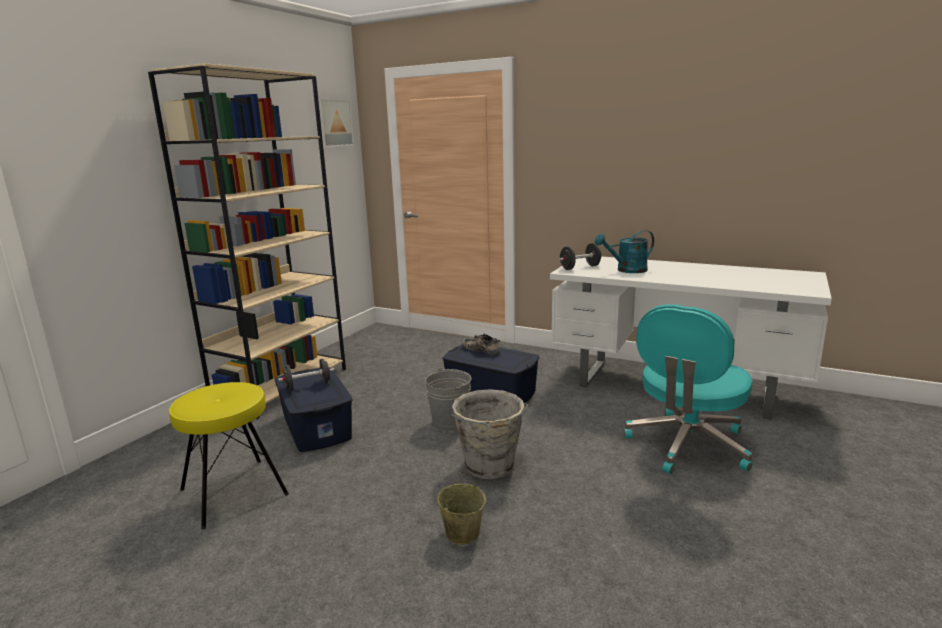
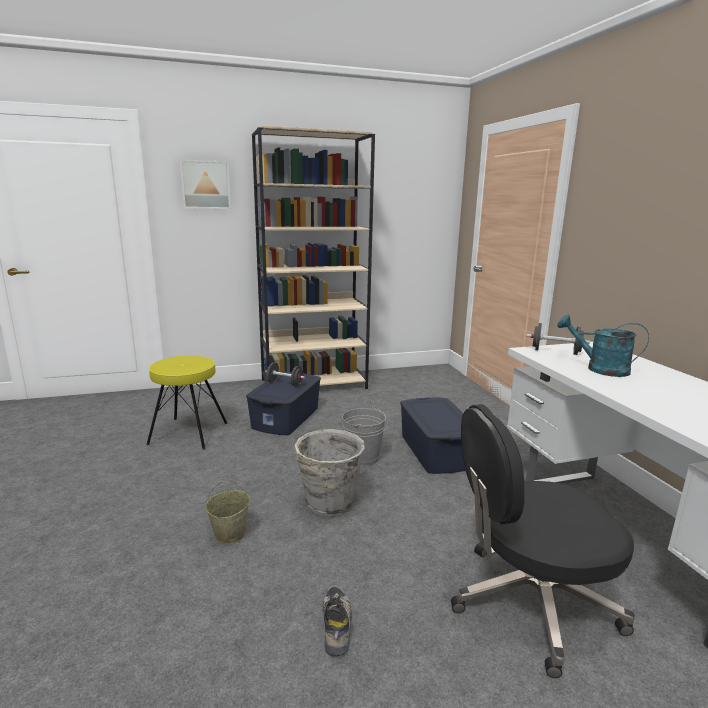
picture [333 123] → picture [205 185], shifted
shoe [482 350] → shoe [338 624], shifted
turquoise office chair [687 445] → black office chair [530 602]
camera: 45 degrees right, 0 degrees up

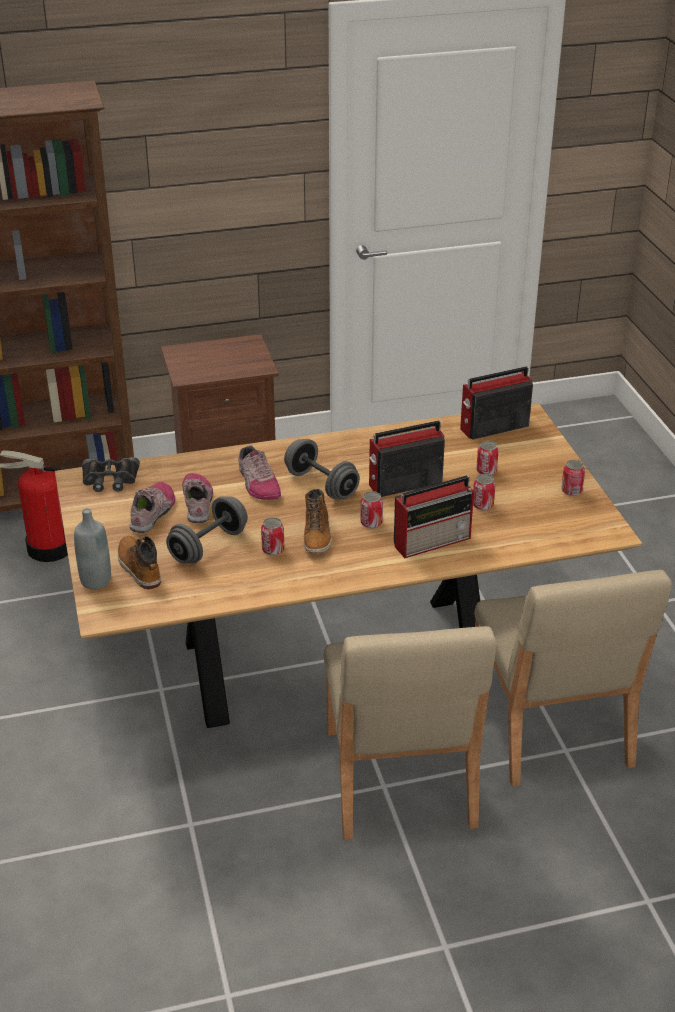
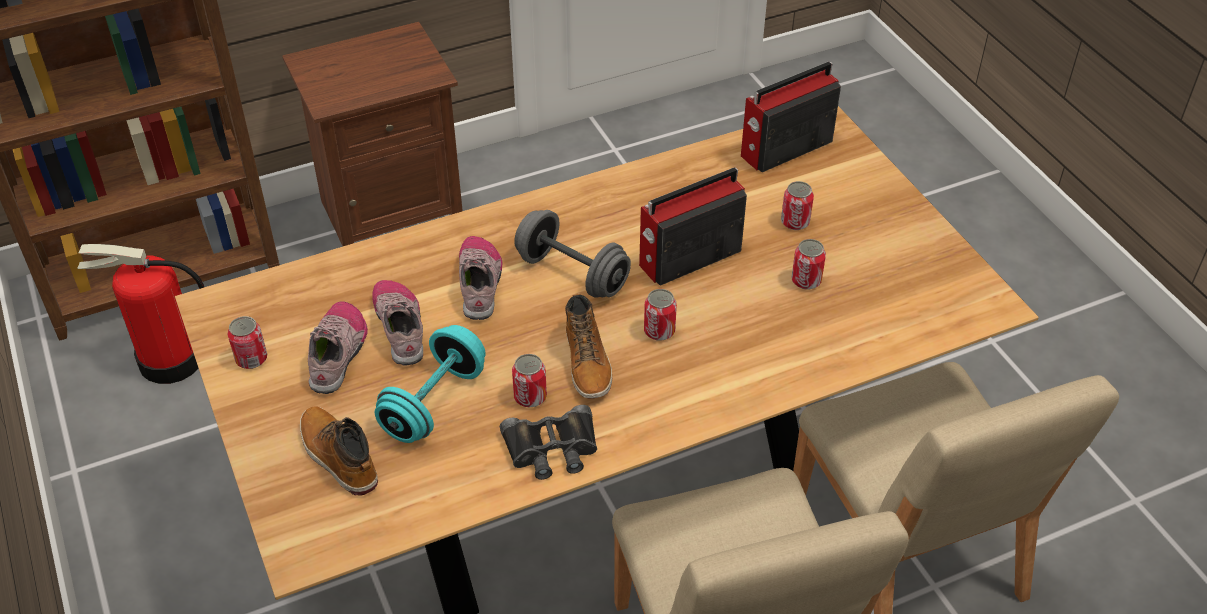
grey bottle [96 581] → -
black binoculars [110 479] → black binoculars [552 449], shifted
grey dumbbell [208 546] → turquoise dumbbell [434 403]
shoe [257 484] → shoe [480 283], 150 degrees counterclockwise
radio [433 541] → -
can [571 490] → can [251 359], shifted
camera: 10 degrees left, 10 degrees up

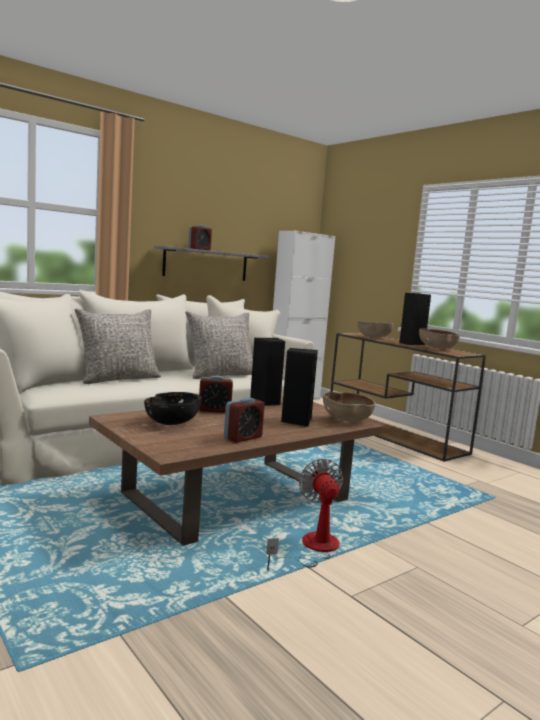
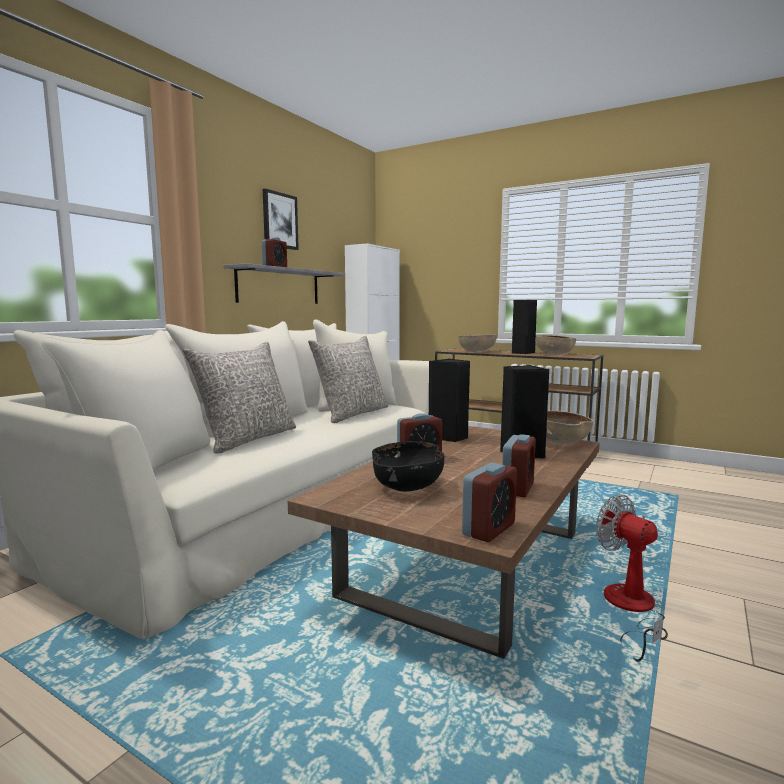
- → picture [279 220]
- → alarm clock [489 529]
camera: 20 degrees left, 0 degrees up

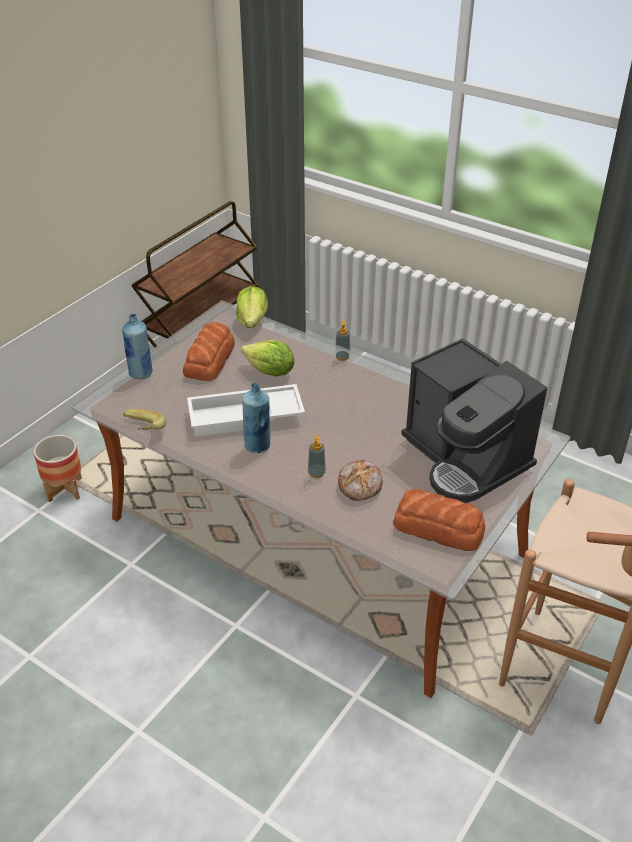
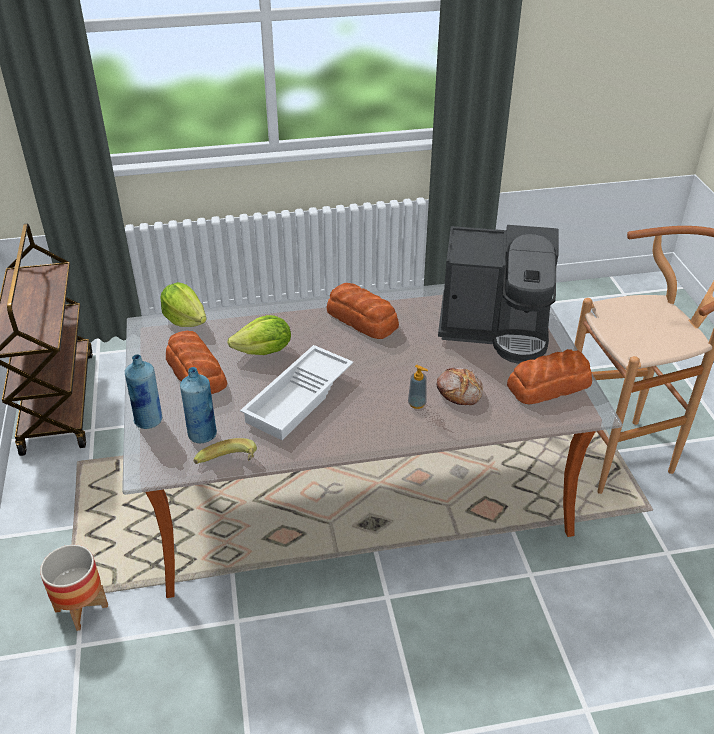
blue bottle [257 446] → blue bottle [202 434], shifted
soap dispenser [342 357] → -
- → bread [362 319]
camera: 45 degrees left, 0 degrees up

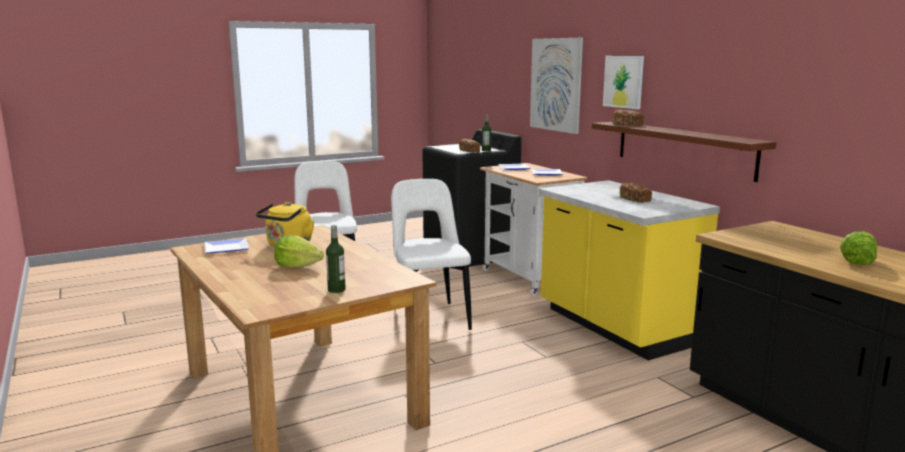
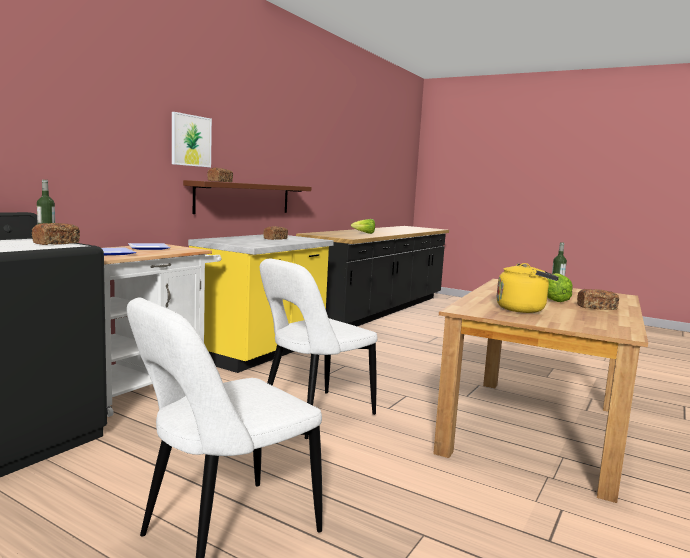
plate [225 248] → -
picture [555 84] → -
- → bread [596 307]
camera: 120 degrees left, 5 degrees down

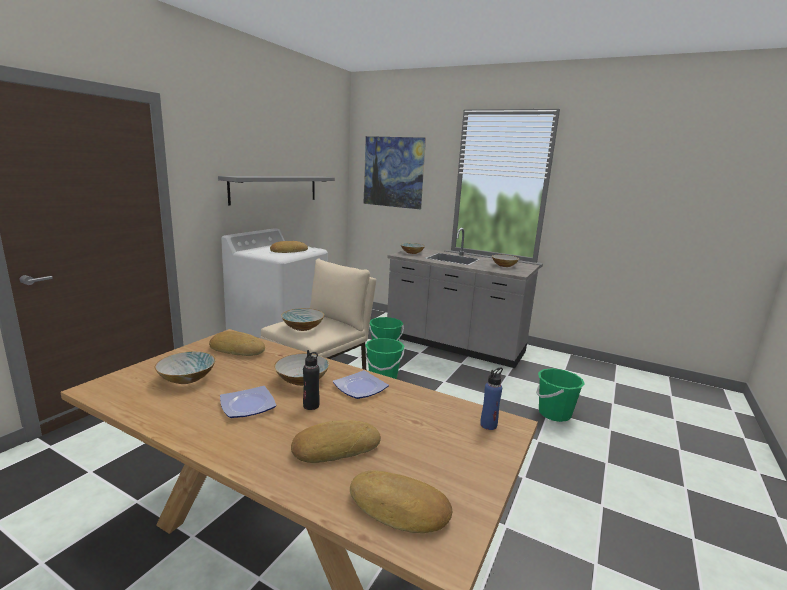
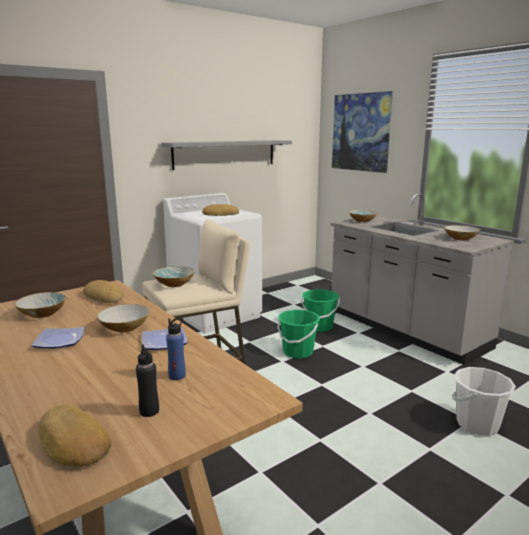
bread [335 447] → -
black bottle [311 405] → black bottle [149 411], shifted
blue bottle [488 425] → blue bottle [177 376], shifted
green bucket [554 413] → white bucket [477 424]
camera: 25 degrees right, 0 degrees up

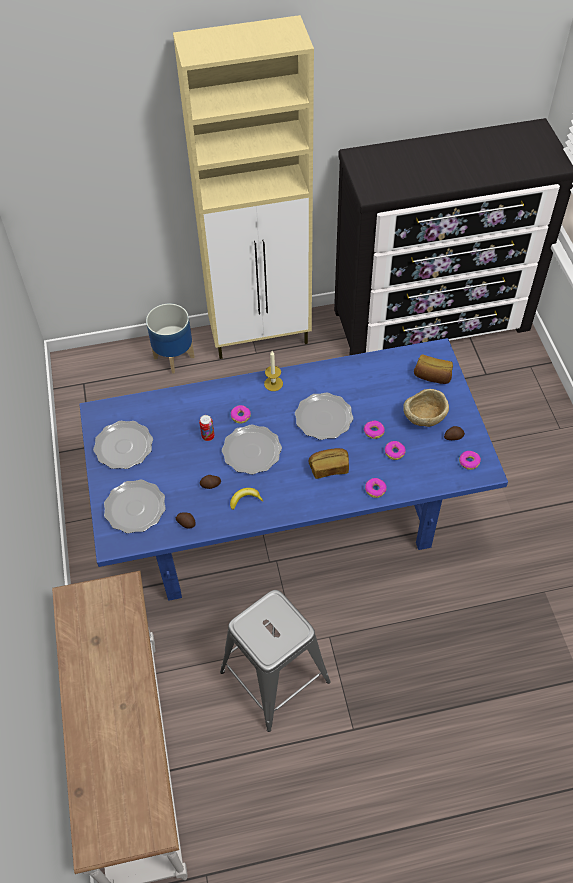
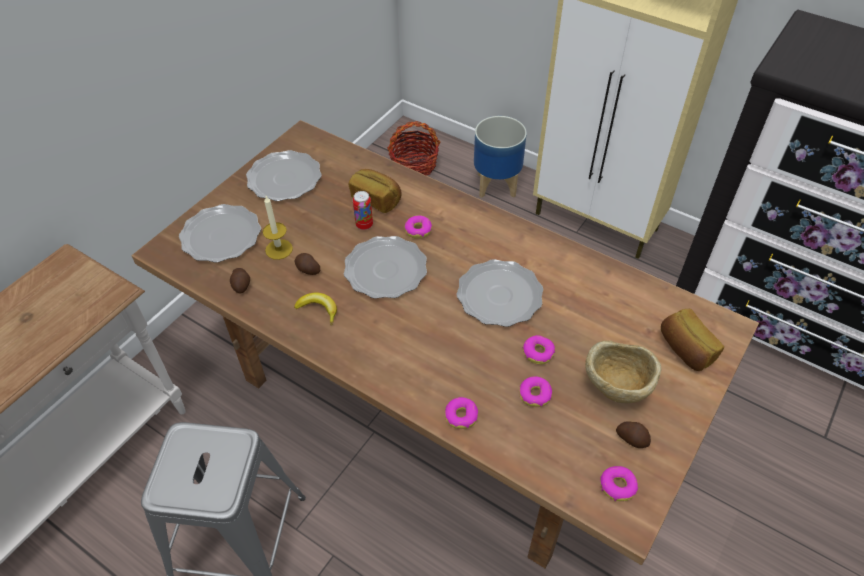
blue dining table [290 516] → brown dining table [435 402]
candle [273 383] → candle [279 249], shifted
bread [329 468] → bread [376 199], shifted
- → basket [414 165]
camera: 45 degrees right, 5 degrees down

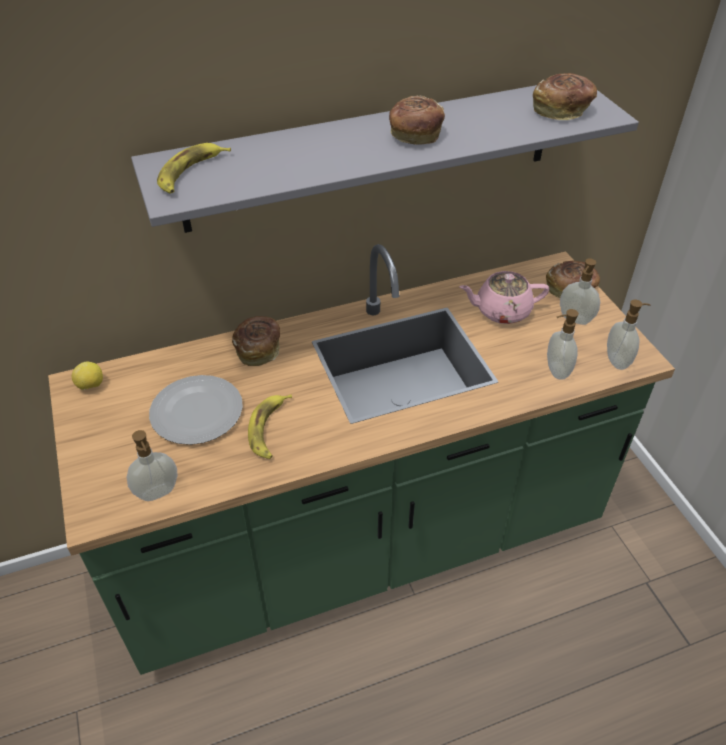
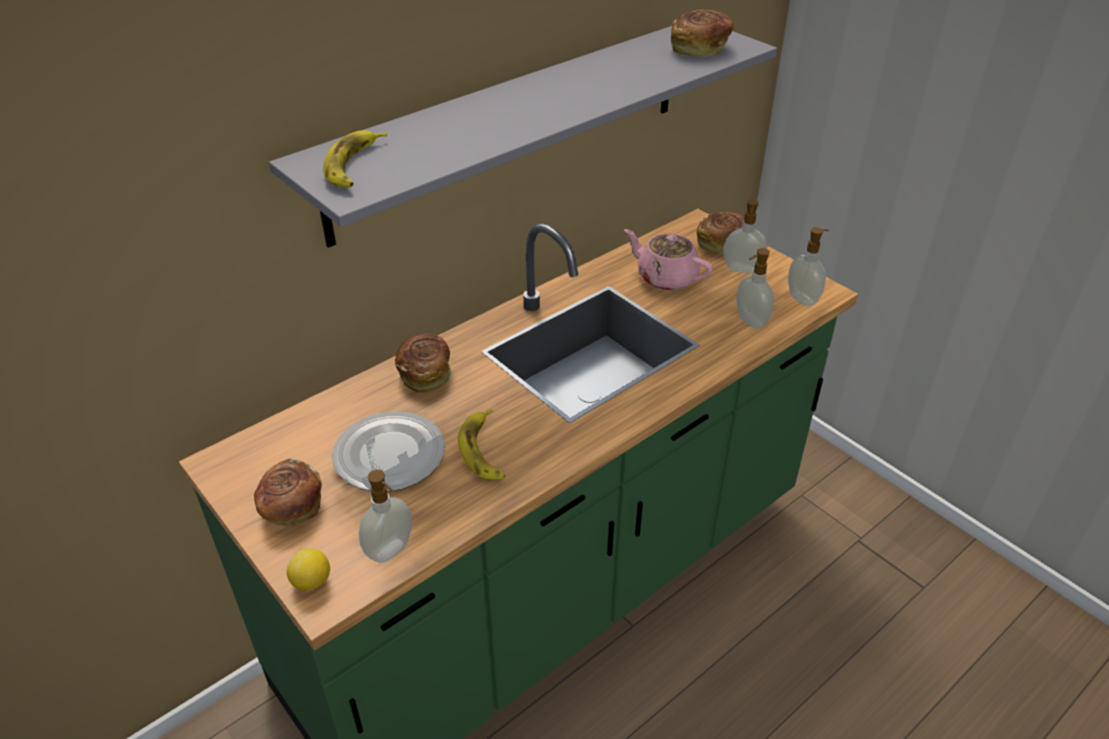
lemon [91 386] → lemon [312 582], shifted
bread [414 135] → bread [291 507], shifted
pink teapot [501 311] → pink teapot [666 277], 60 degrees clockwise
camera: 20 degrees left, 5 degrees down

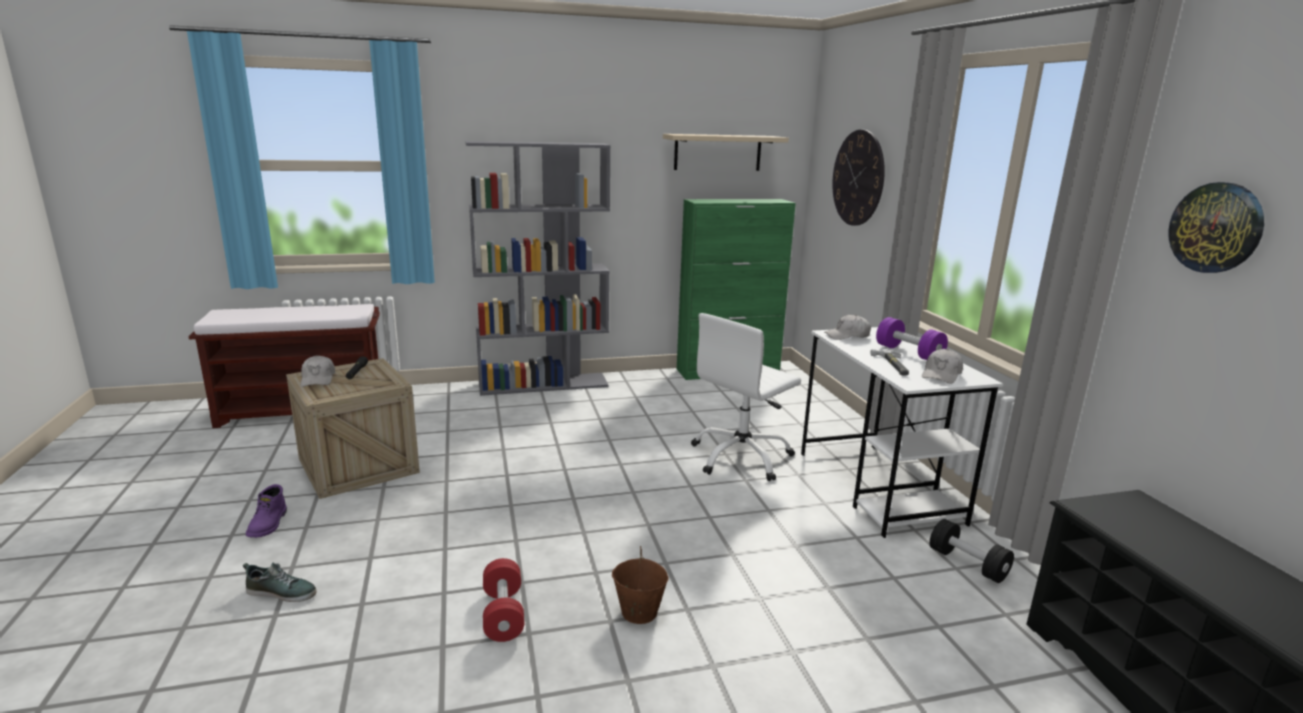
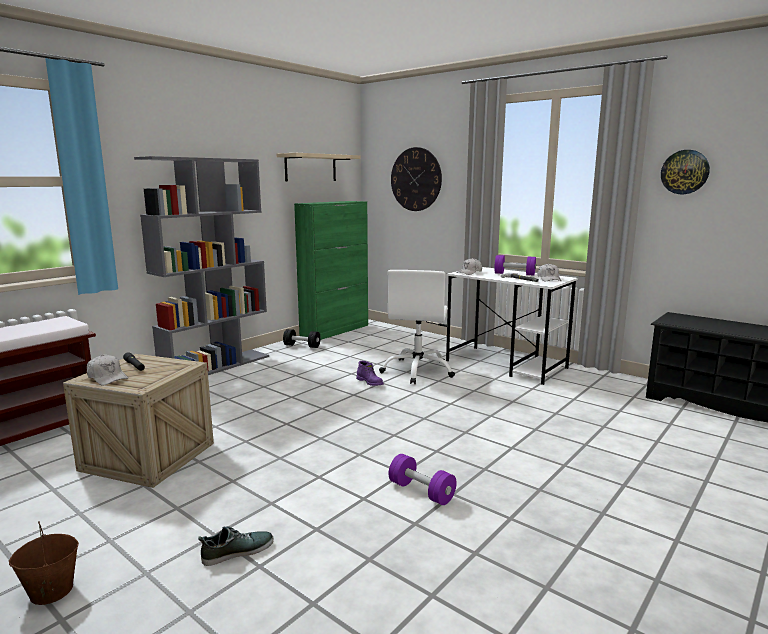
purple boot [269 524] → purple boot [370 382], shifted
red dumbbell [503 614] → purple dumbbell [421 492]
brown bucket [638 612] → brown bucket [51 591], shifted
black dumbbell [967 564] → black dumbbell [302 346], shifted
camera: 35 degrees left, 5 degrees down

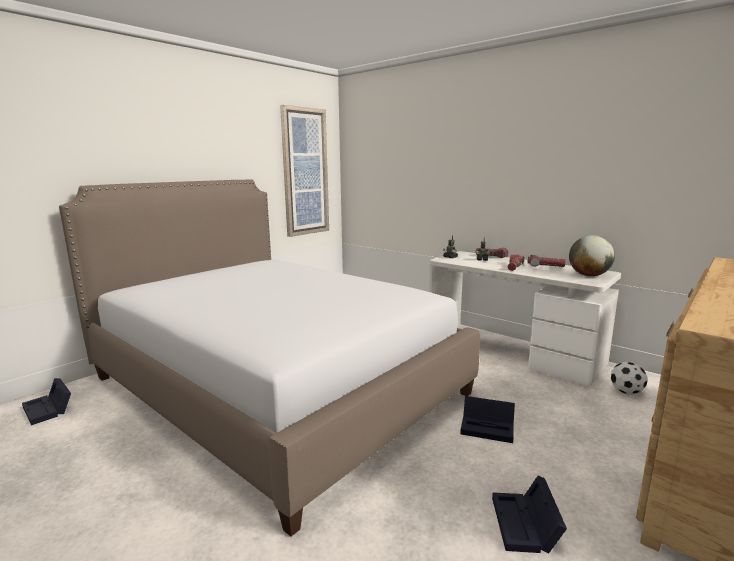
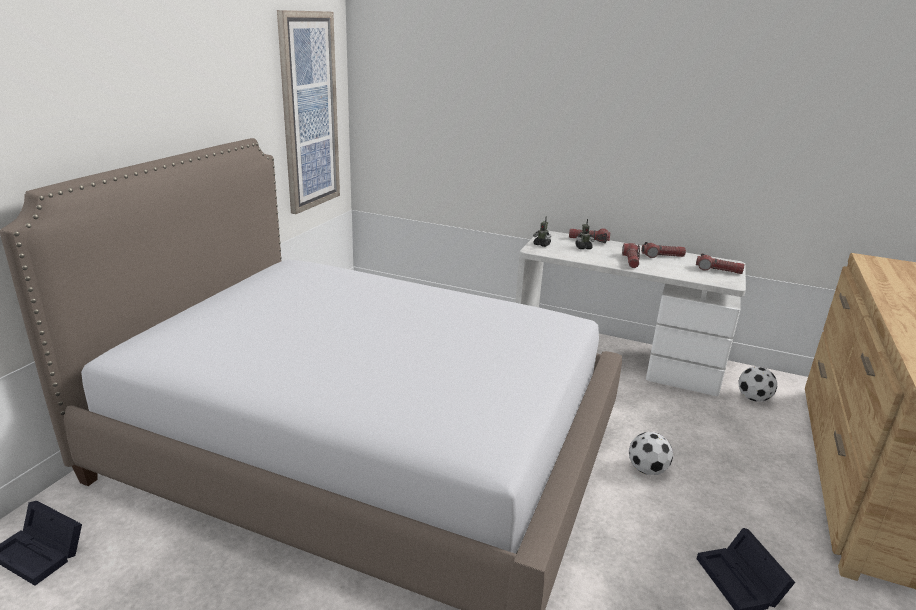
black storage box [489 427] → football [647 469]
globe [589 275] → flashlight [718 270]
camera: 20 degrees left, 10 degrees up

